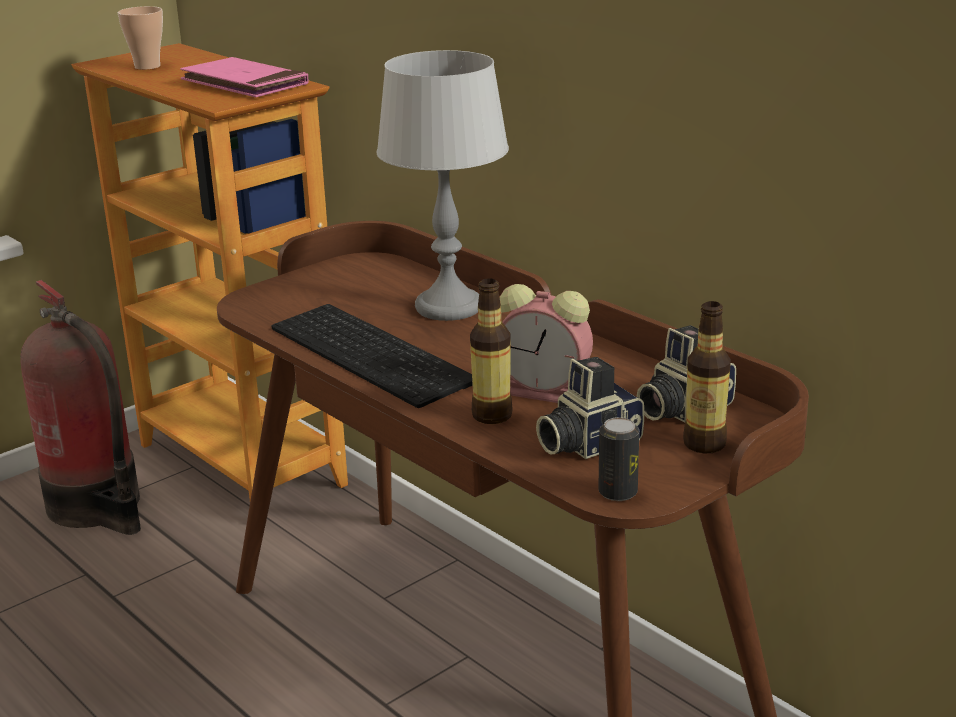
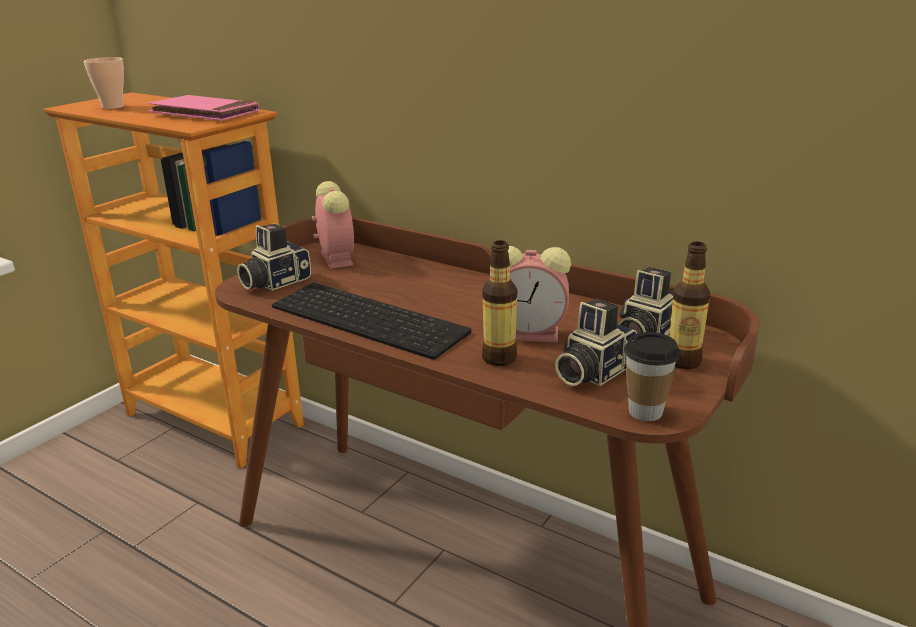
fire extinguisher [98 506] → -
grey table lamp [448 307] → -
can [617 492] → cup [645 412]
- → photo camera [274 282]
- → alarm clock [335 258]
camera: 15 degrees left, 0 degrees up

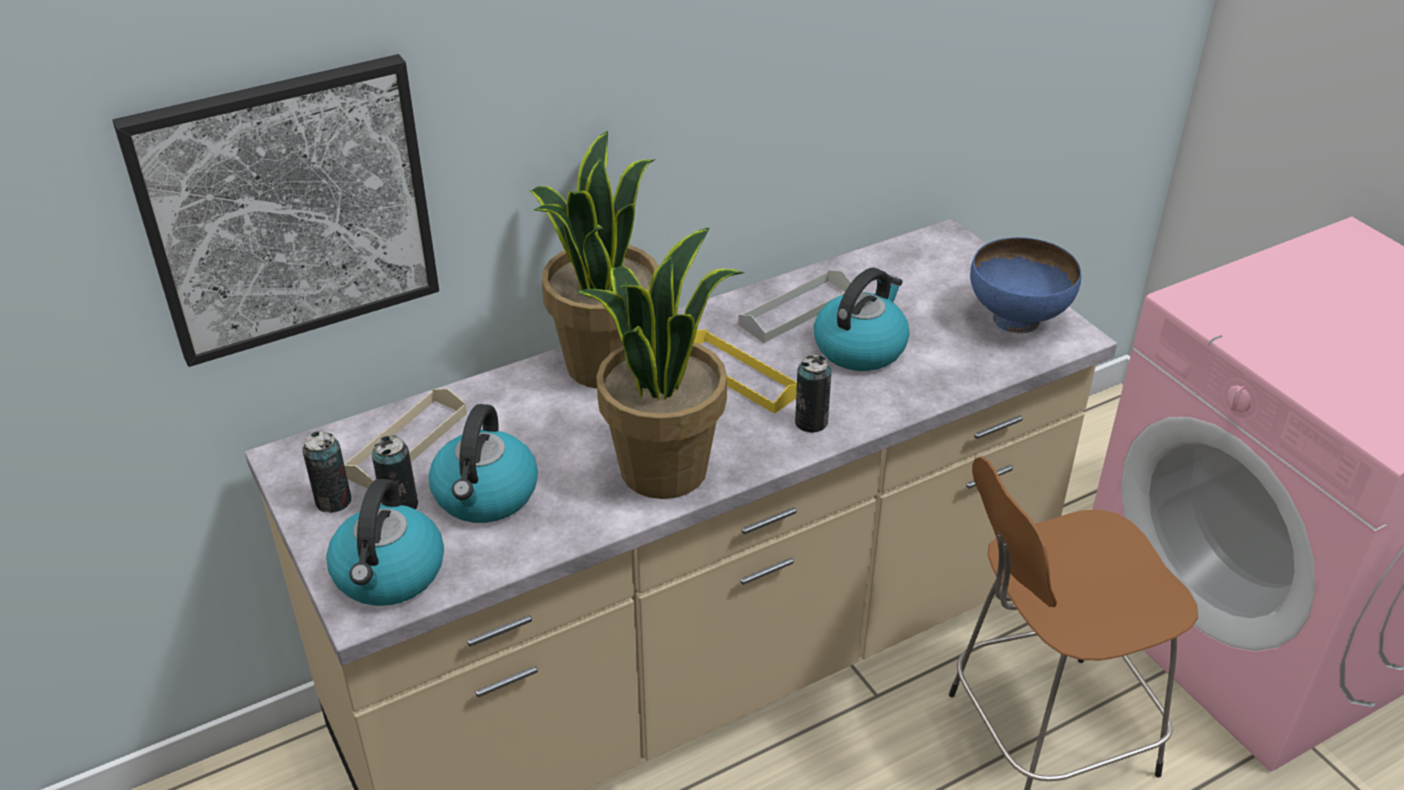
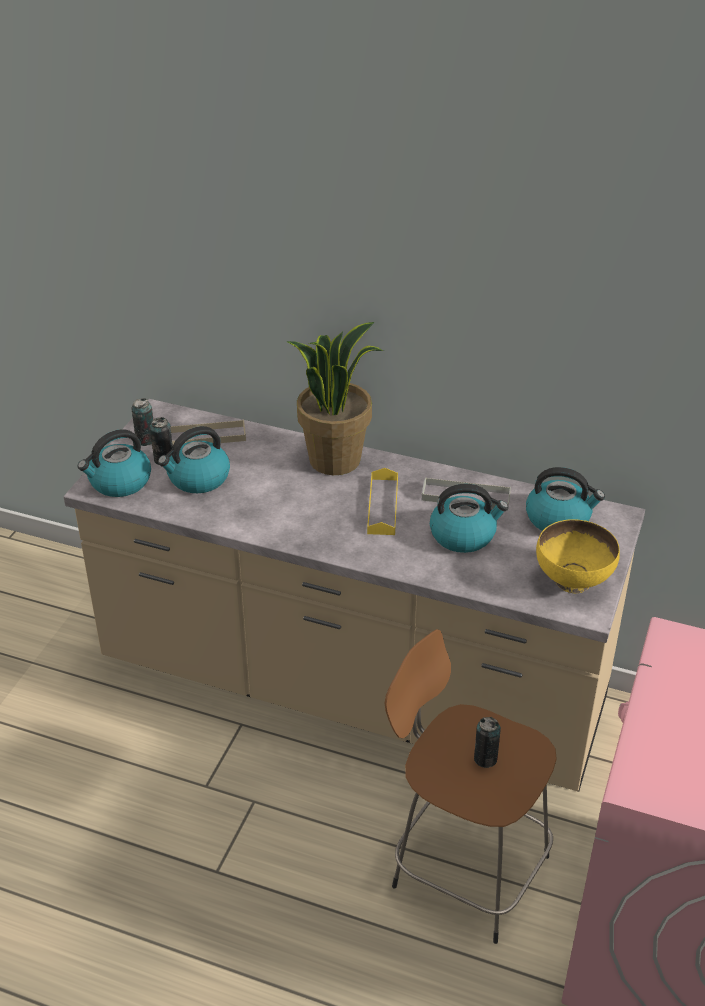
picture [288 209] → -
potted plant [663 468] → -
can [811 422] → can [485 758], shifted
blue bowl [1017 320] → yellow bowl [572 582]
- → kettle [559 519]
camera: 50 degrees right, 0 degrees up

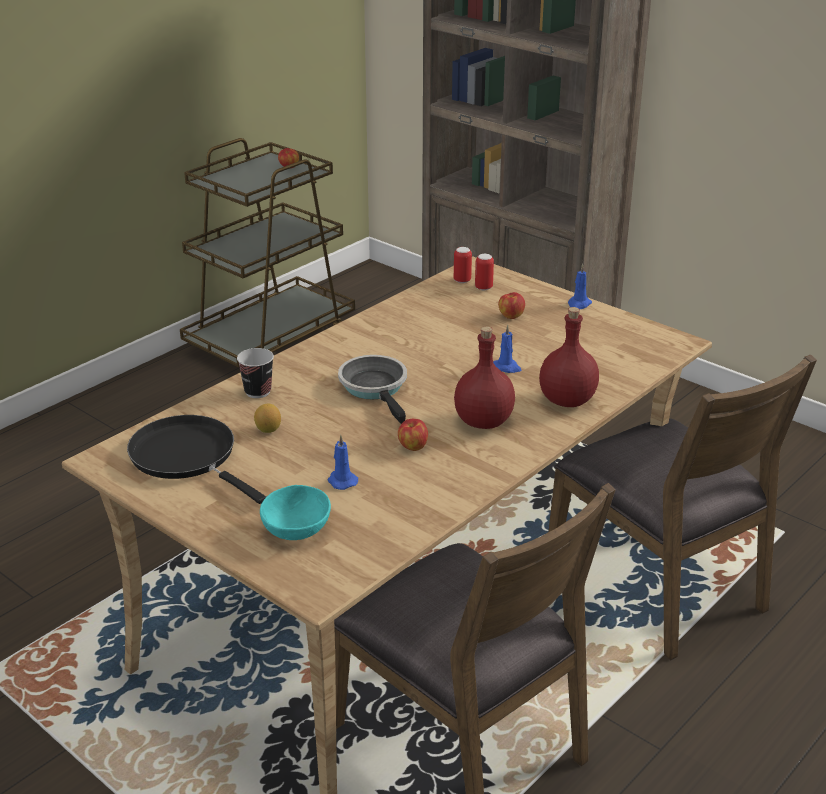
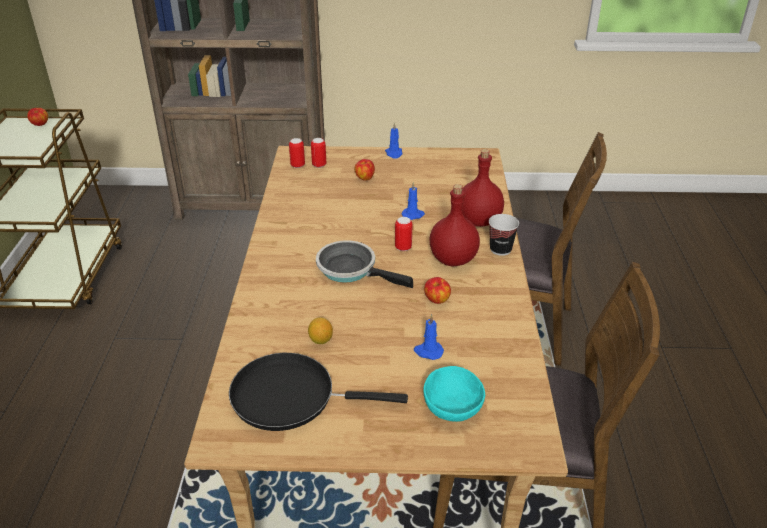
cup [258 391] → cup [500 249], shifted
- → can [403 247]
camera: 40 degrees left, 5 degrees up

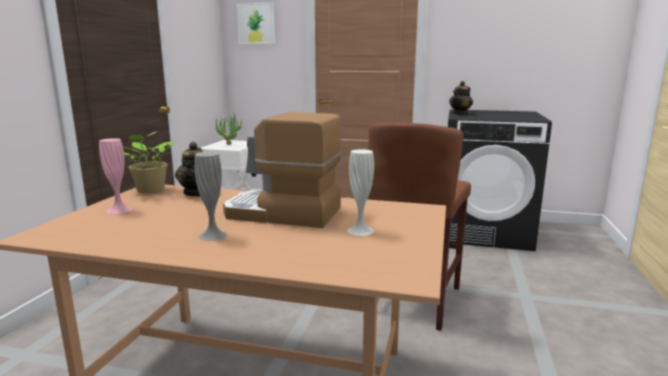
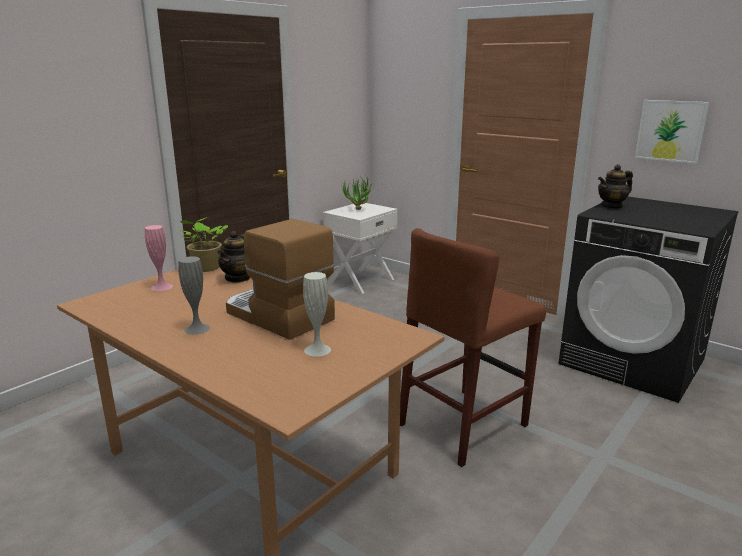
picture [256 23] → picture [670 131], shifted
camera: 25 degrees right, 5 degrees up

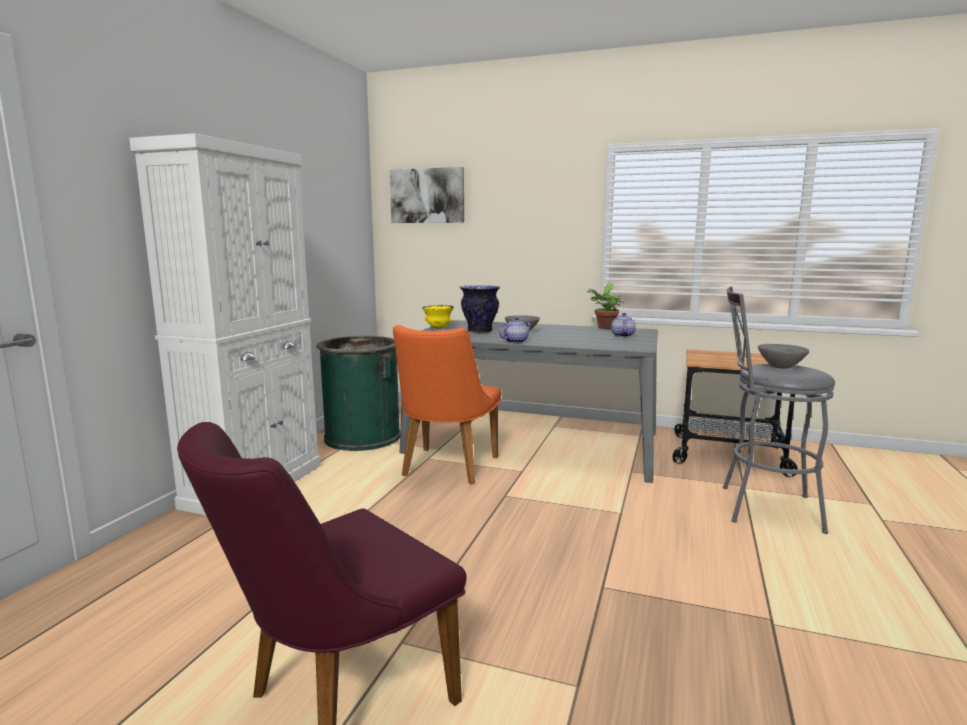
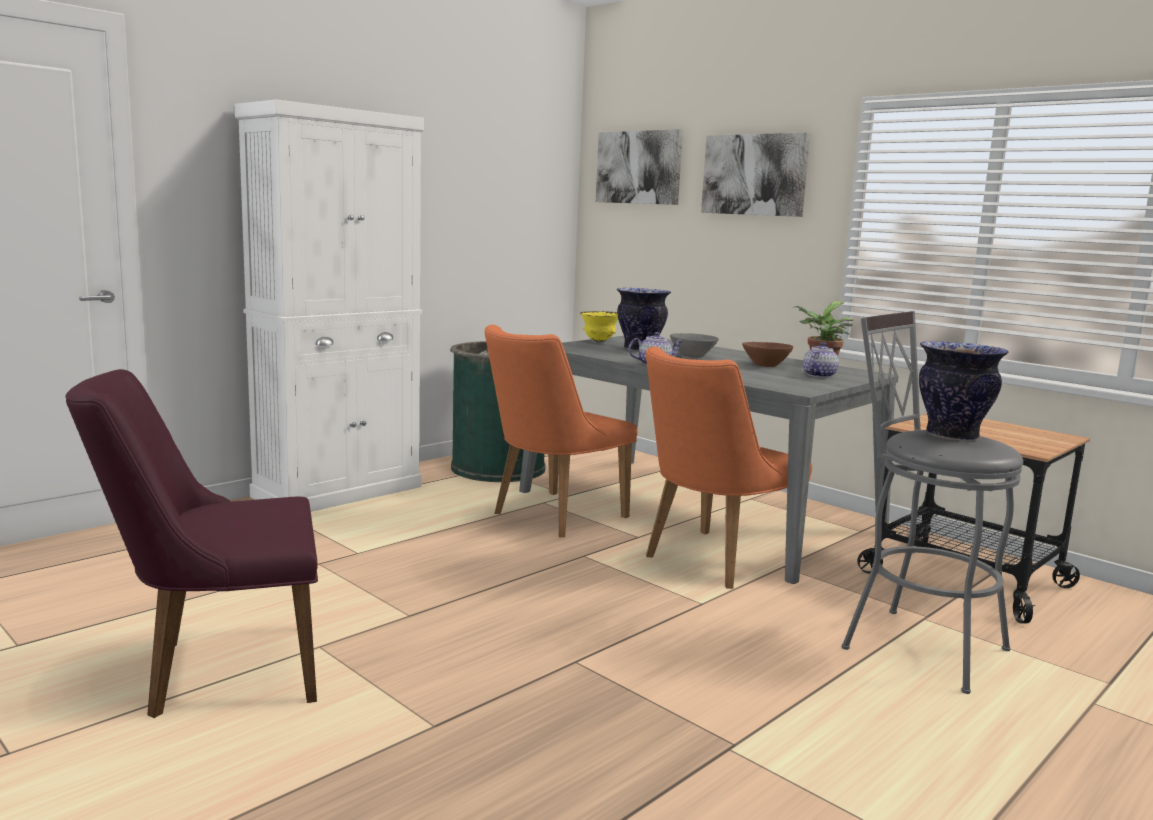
grey bowl [781 366] → vase [953 436]
- → orange chair [709 562]
- → picture [754 175]
- → brown bowl [765 365]
camera: 25 degrees right, 0 degrees up

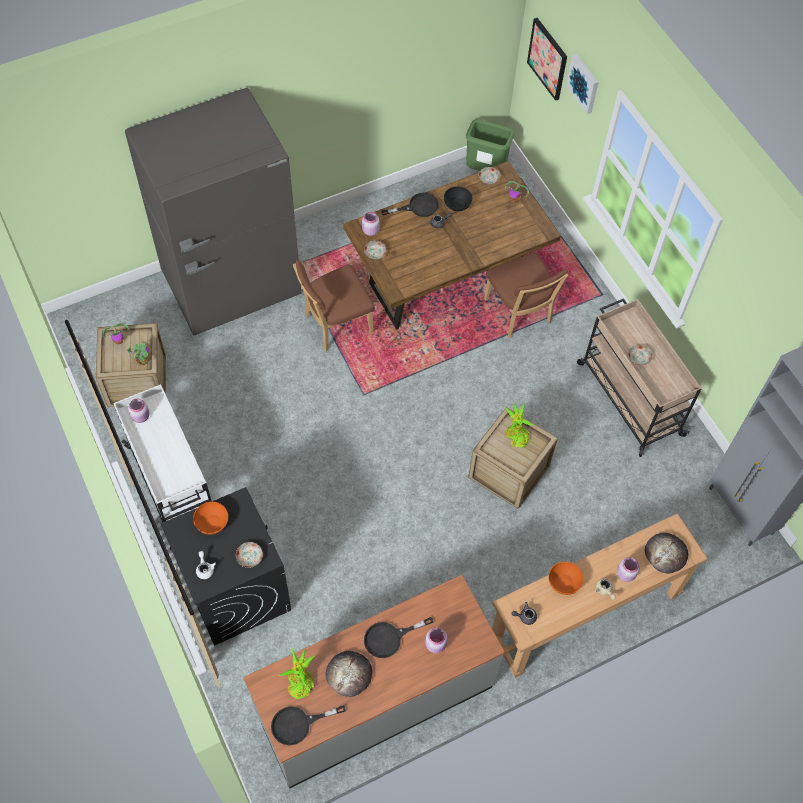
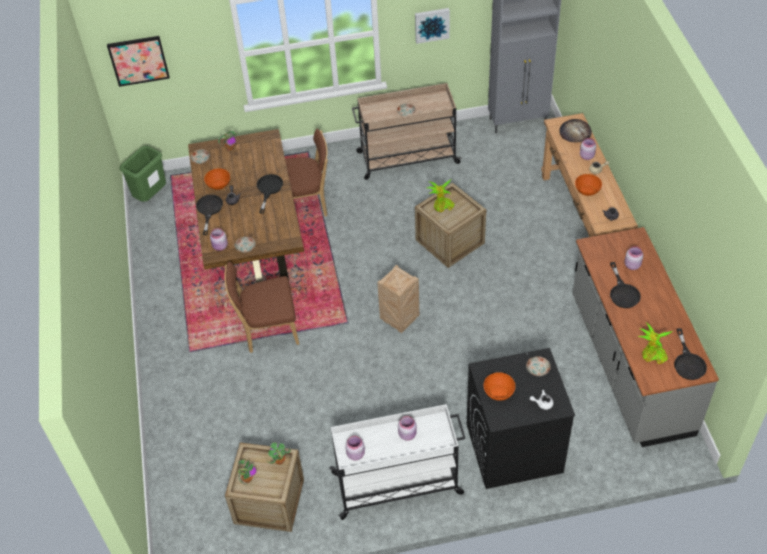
grey fridge [232 286] → -
brown chair [335 325] → brown chair [268 331], 90 degrees clockwise
bread [349 674] → -
black bowl [457 205] → orange bowl [219 184]
picture [584 83] → picture [432 24], shifted
- → black frying pan [268 189]
- → crate [399 319]
- → pink jar [407 434]
camera: 70 degrees left, 10 degrees down

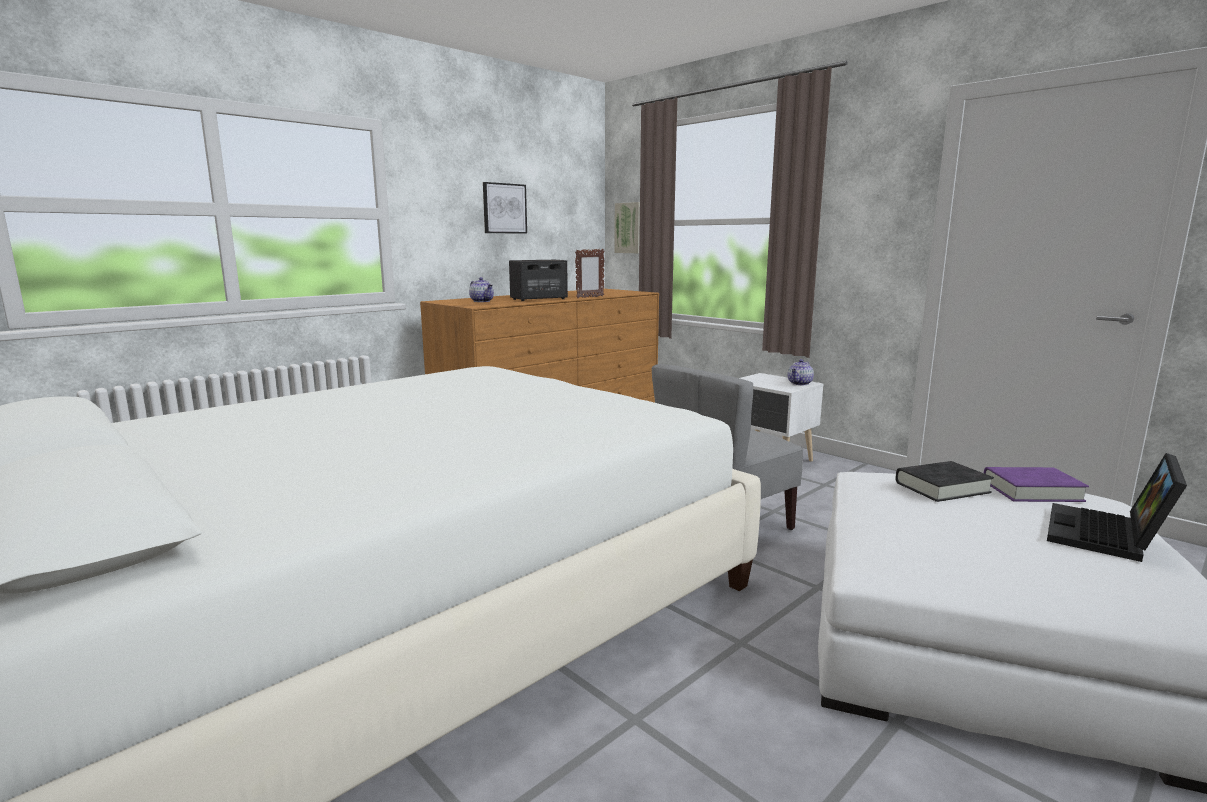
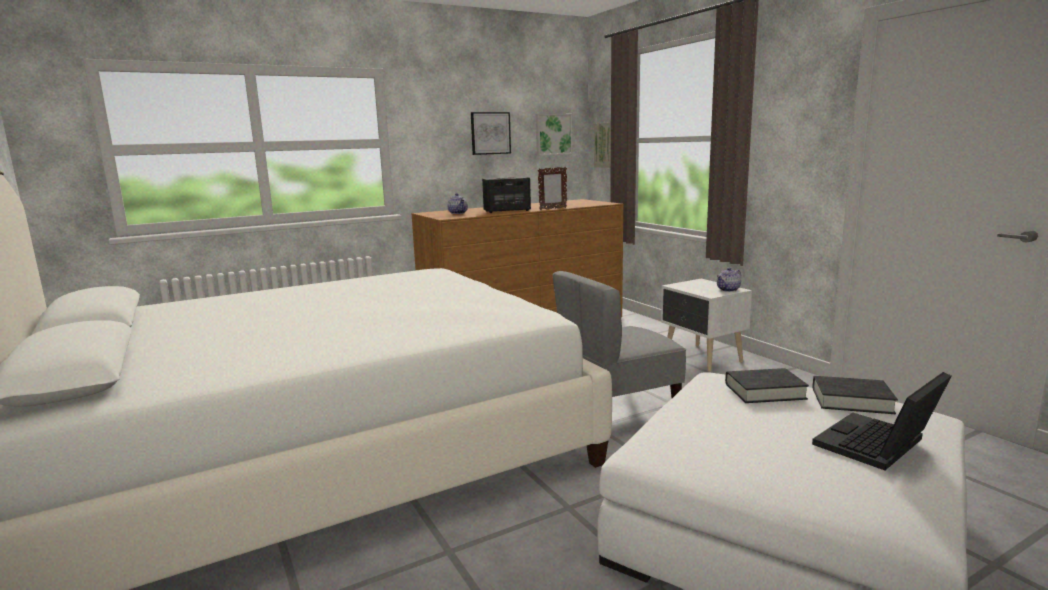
purple book [1031 491] → black book [851 400]
- → picture [553 134]
camera: 15 degrees right, 0 degrees up

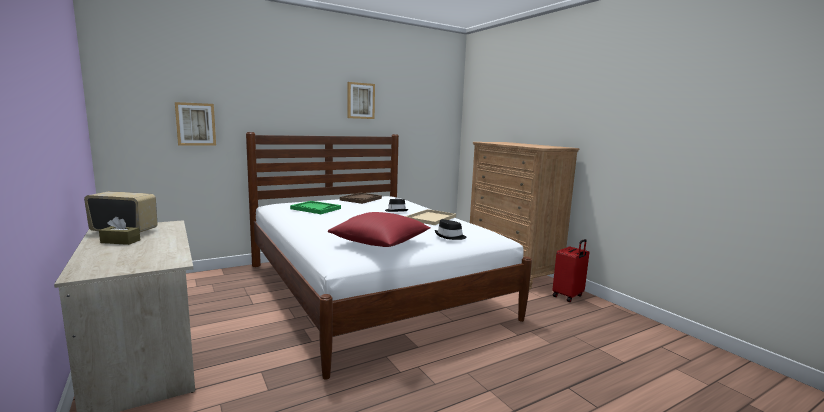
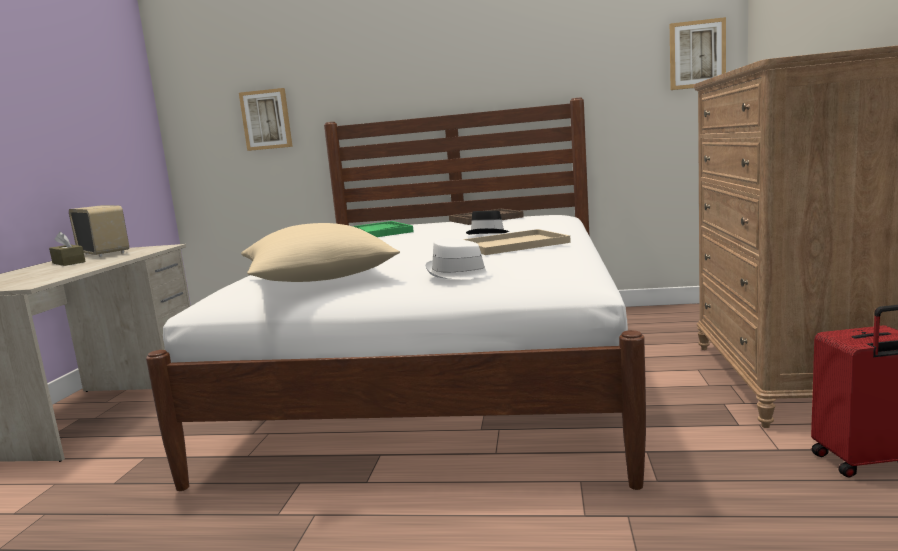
red pillow [380 243] → beige pillow [318 278]
picture [360 101] → picture [697 54], shifted
black hat [450 236] → white hat [459 274]
camera: 40 degrees right, 0 degrees up

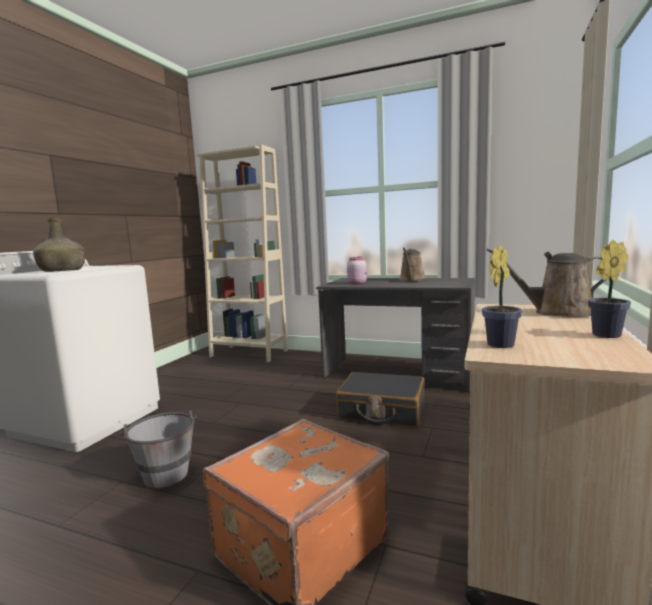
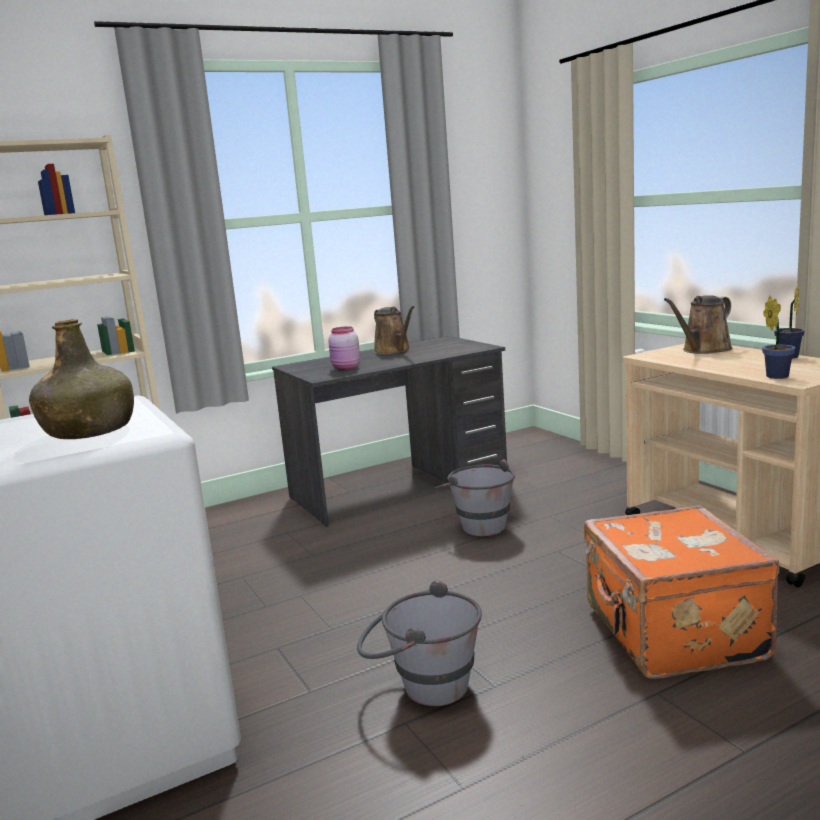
black suitcase [382 411] → grey bucket [477 524]
camera: 50 degrees left, 5 degrees up

